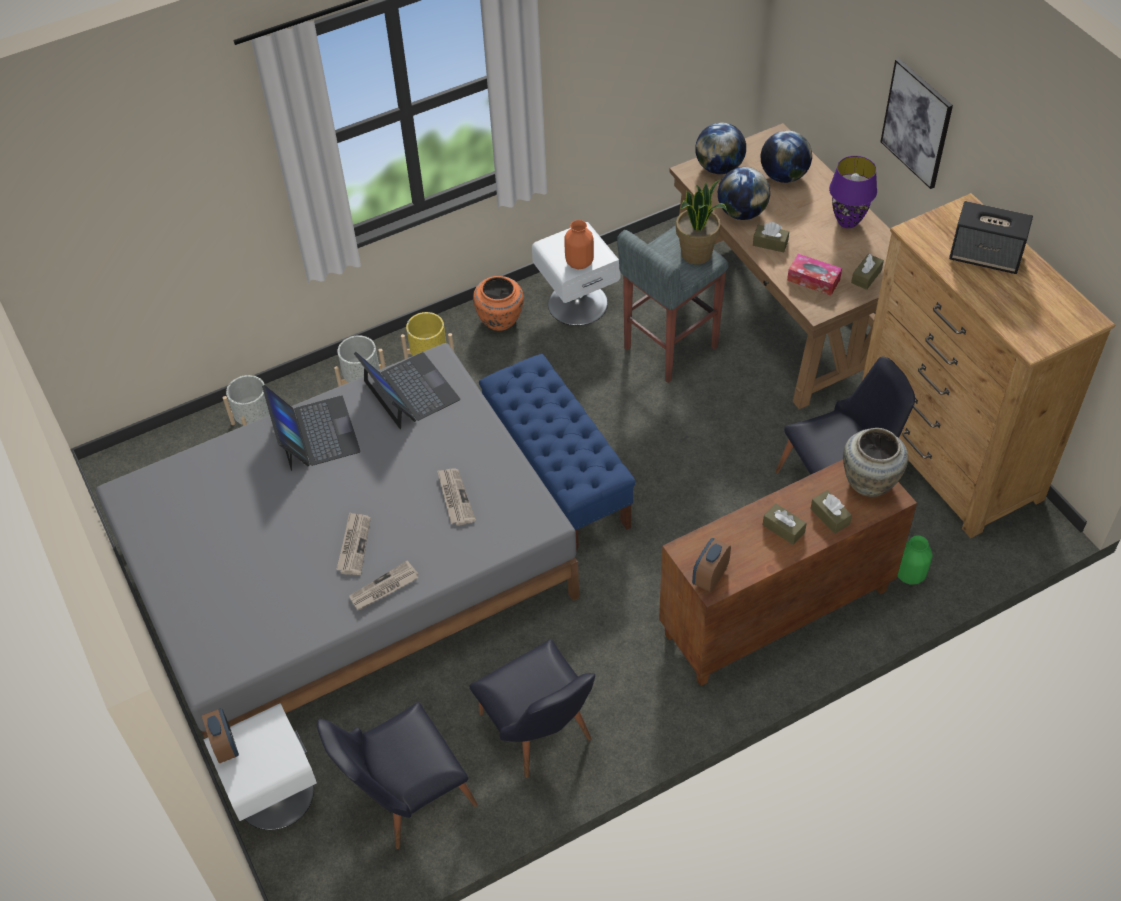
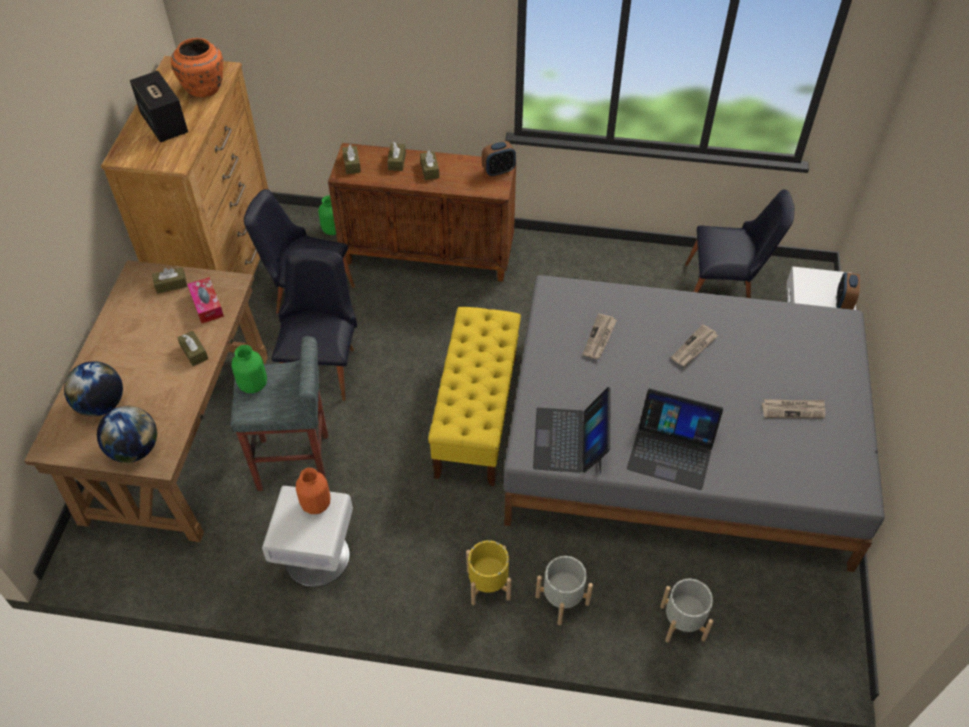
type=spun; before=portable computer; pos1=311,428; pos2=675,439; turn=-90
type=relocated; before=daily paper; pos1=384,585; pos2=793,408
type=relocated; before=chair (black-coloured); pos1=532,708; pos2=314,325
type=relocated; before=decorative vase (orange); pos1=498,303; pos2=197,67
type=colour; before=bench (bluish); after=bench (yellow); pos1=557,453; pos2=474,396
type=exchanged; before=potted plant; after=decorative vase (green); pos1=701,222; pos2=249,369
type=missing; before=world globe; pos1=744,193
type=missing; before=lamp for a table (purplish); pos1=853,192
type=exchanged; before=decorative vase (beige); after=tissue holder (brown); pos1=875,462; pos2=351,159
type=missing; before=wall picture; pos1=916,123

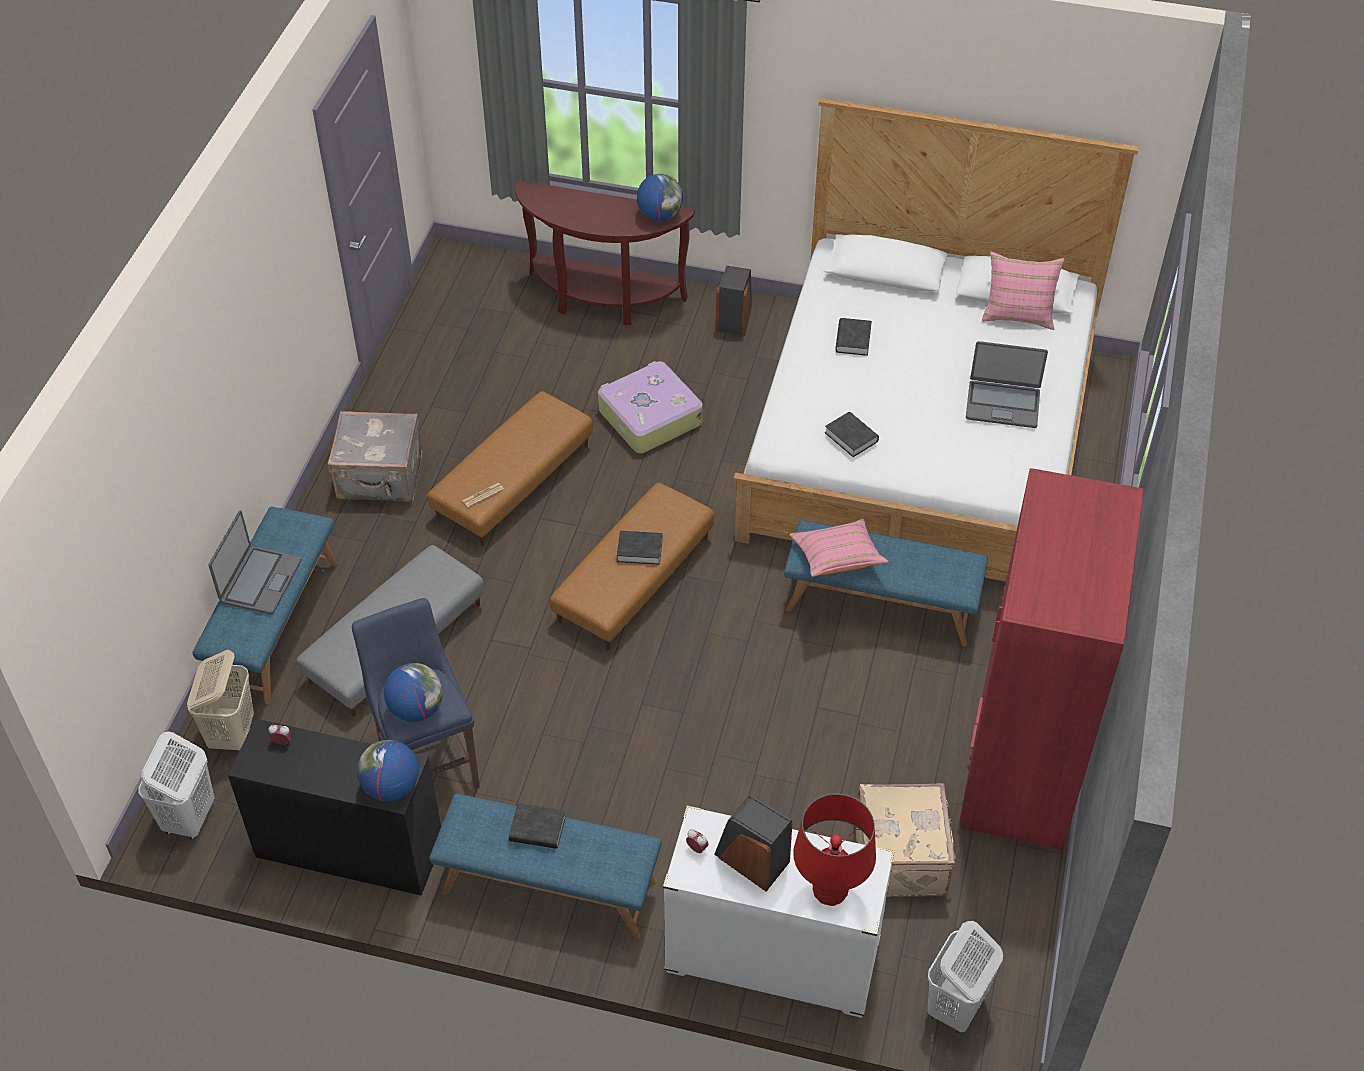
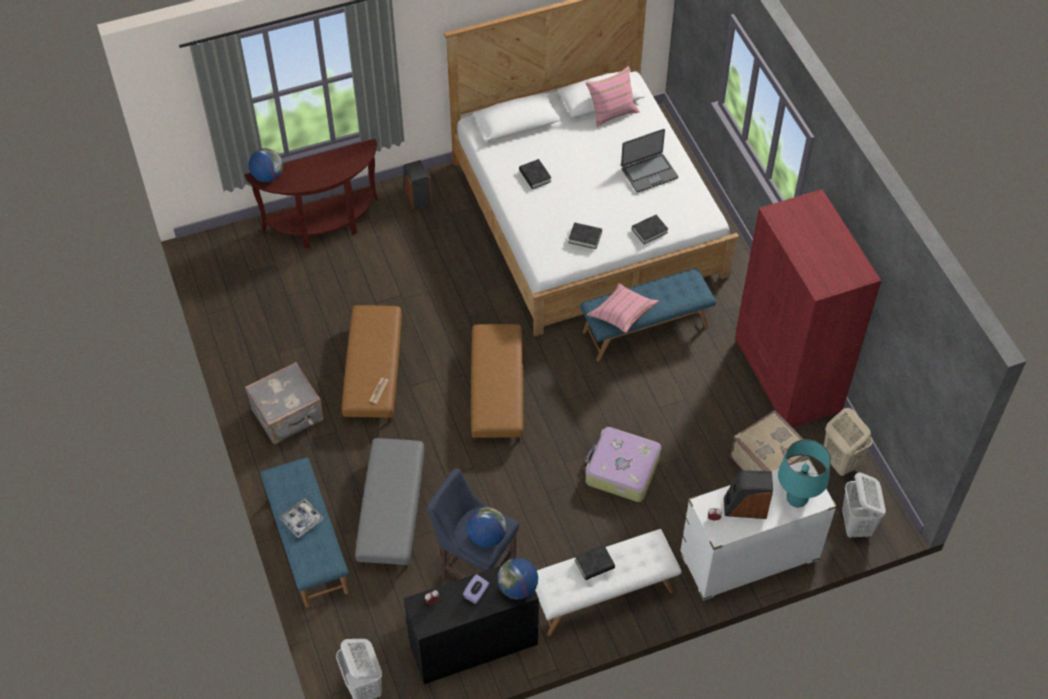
type=relocated; before=hamper (beige); pos1=220,700; pos2=848,442
type=exchanged; before=portable computer; after=serving tray; pos1=255,562; pos2=301,518
type=colour; before=bench (bluish); after=bench (white); pos1=545,866; pos2=608,582
type=relocated; before=piece of luggage; pos1=650,407; pos2=623,464
type=relocated; before=bound book (black-coloured); pos1=640,548; pos2=650,229
type=relocated; before=world globe; pos1=660,197; pos2=266,165
type=colour; before=lamp for a table (red); after=lamp for a table (blue-green); pos1=834,850; pos2=804,473
type=appeared; after=tissue holder (purplish); pos2=476,589

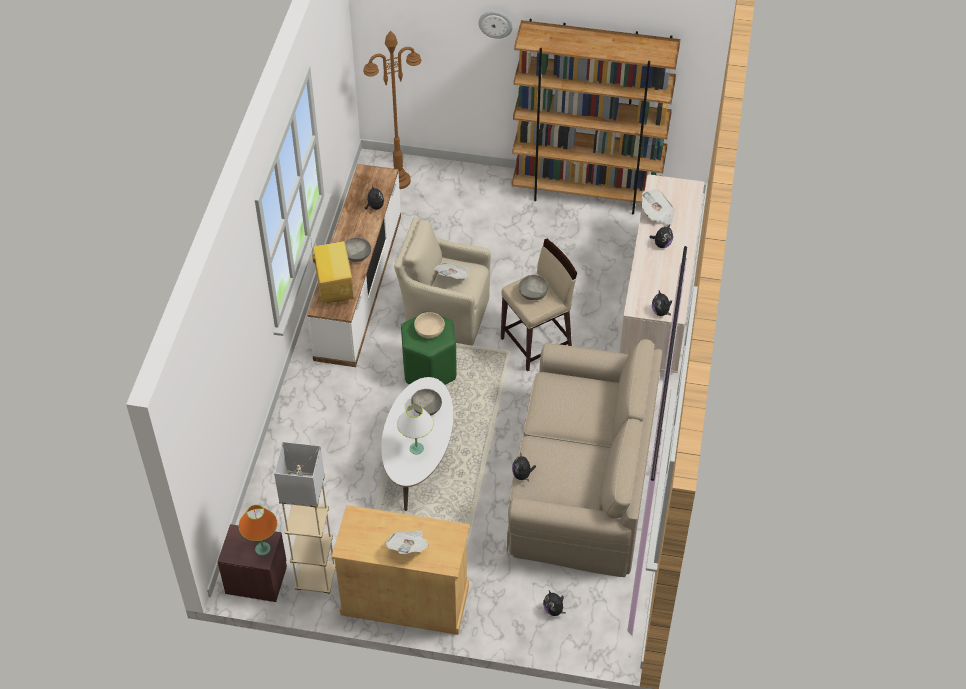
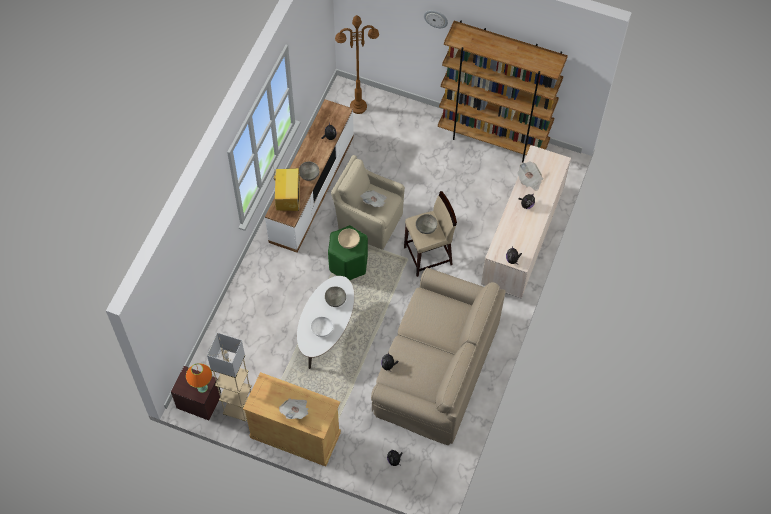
type=exchanged; before=lamp for a table (white); after=bowl (white); pos1=415,429; pos2=321,327

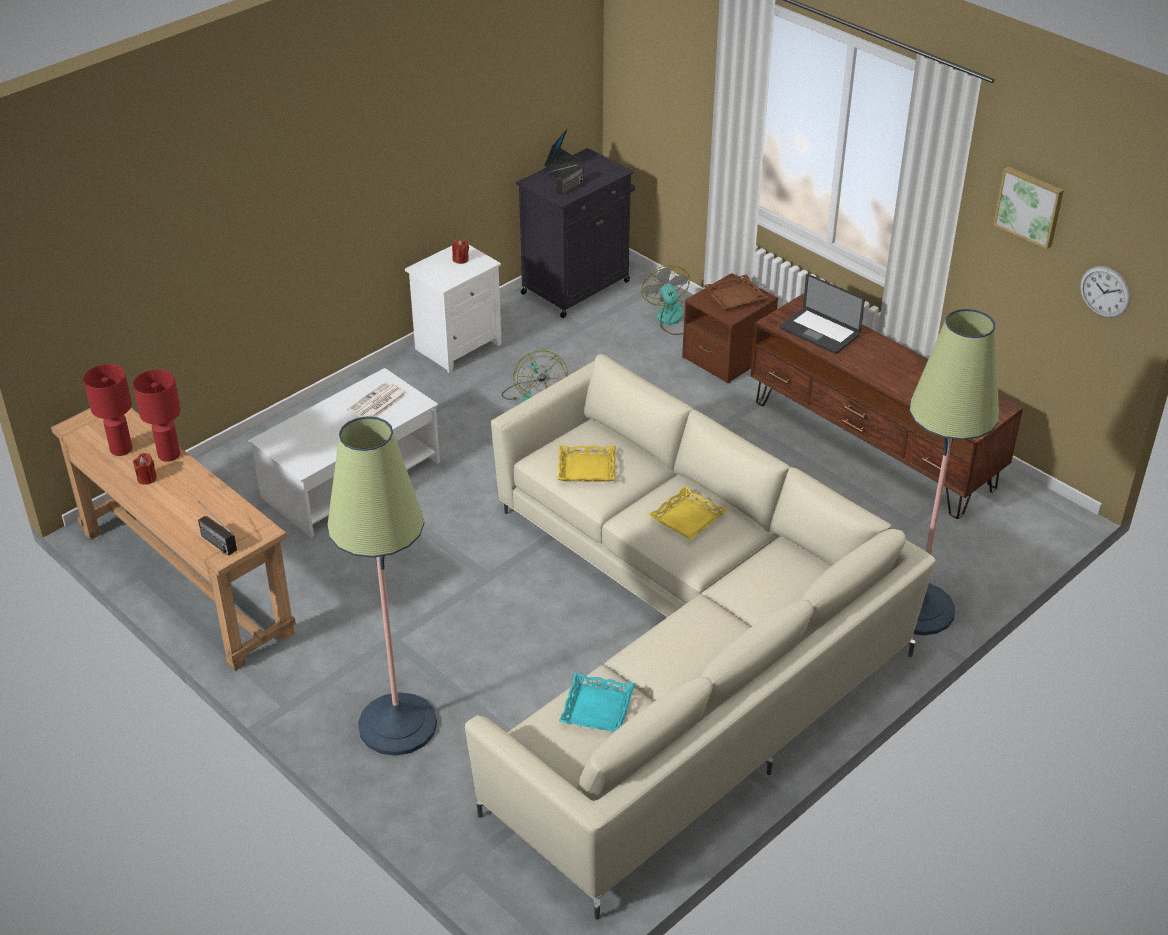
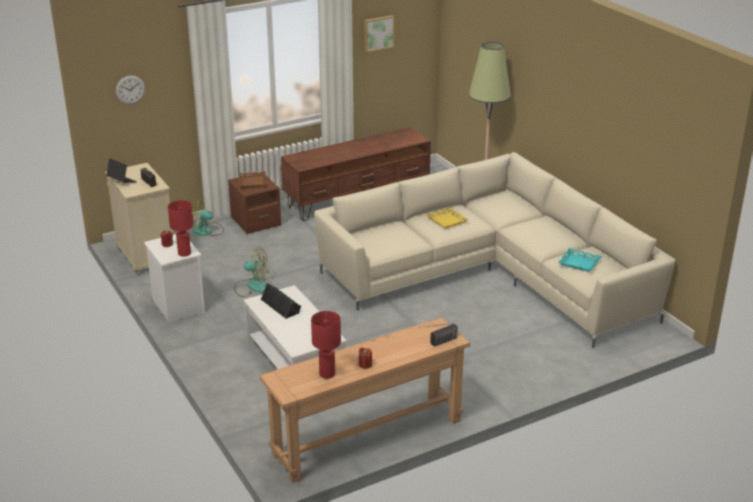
type=relocated; before=lamp for a table (red); pos1=157,415; pos2=181,228
type=missing; before=standing lamp; pos1=382,586
type=exchanged; before=daily paper; after=audio speaker (black-coloured); pos1=377,399; pos2=281,301
type=colour; before=cabinet (black-coloured); after=cabinet (beige); pos1=575,233; pos2=139,219
type=missing; before=serving tray (yellow); pos1=586,463
type=missing; before=portable computer; pos1=822,314
type=relocated; before=hanging clock; pos1=1105,292; pos2=130,89

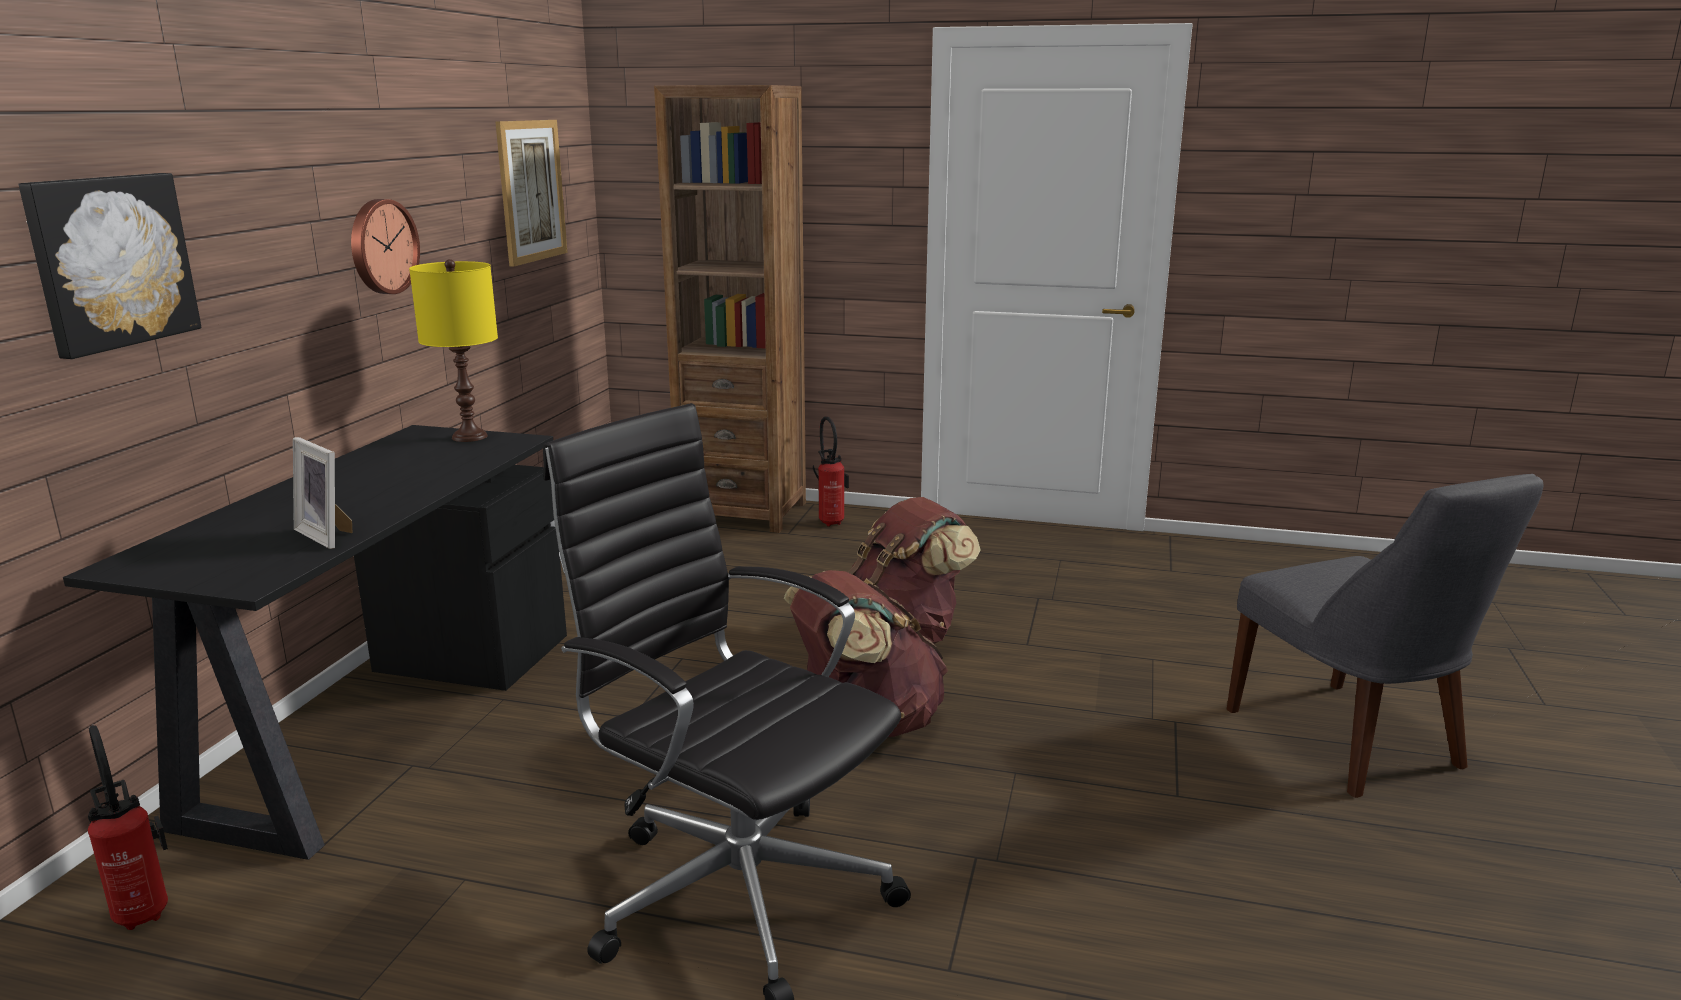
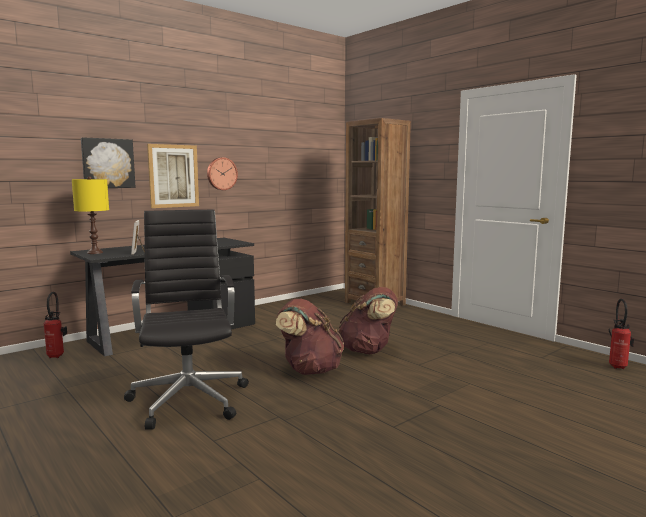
type=relocated; before=lamp for a table (yellow); pos1=453,350; pos2=90,215
type=relocated; before=wall picture; pos1=531,193; pos2=173,176
type=relocated; before=extinguisher; pos1=831,471; pos2=621,333
type=missing; before=chair (greyish); pos1=1385,636

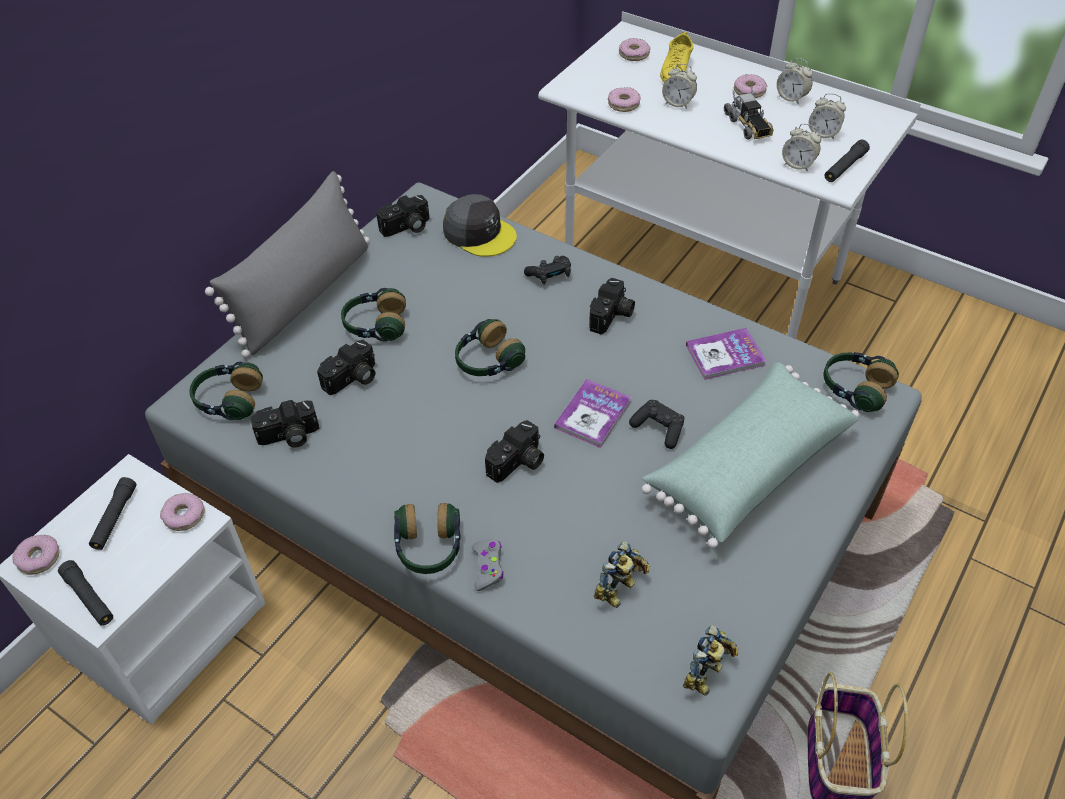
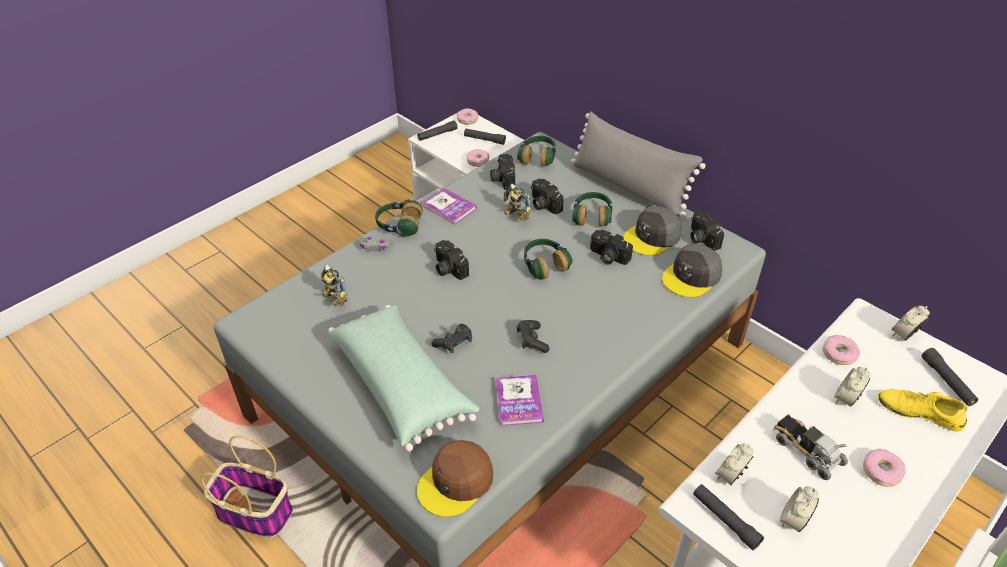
type=relocated; before=joypad (black-coloured); pos1=547,270; pos2=533,336
type=relocated; before=bound book; pos1=592,413; pos2=449,206
type=relocated; before=photo camera; pos1=612,306; pos2=611,247
type=exchanged; before=donut; after=flashlight (black-coloured); pos1=634,49; pos2=950,377
type=relocated; before=toy robot; pos1=710,660; pos2=518,203
type=spun; before=model truck; pos1=749,112; pos2=811,447; turn=60
type=relocated; before=alarm clock; pos1=795,81; pos2=911,323
type=exchanged; before=headphones; after=peaked cap (brown); pos1=861,382; pos2=455,478
type=appeared; after=peaked cap (greyish); pos2=653,230

